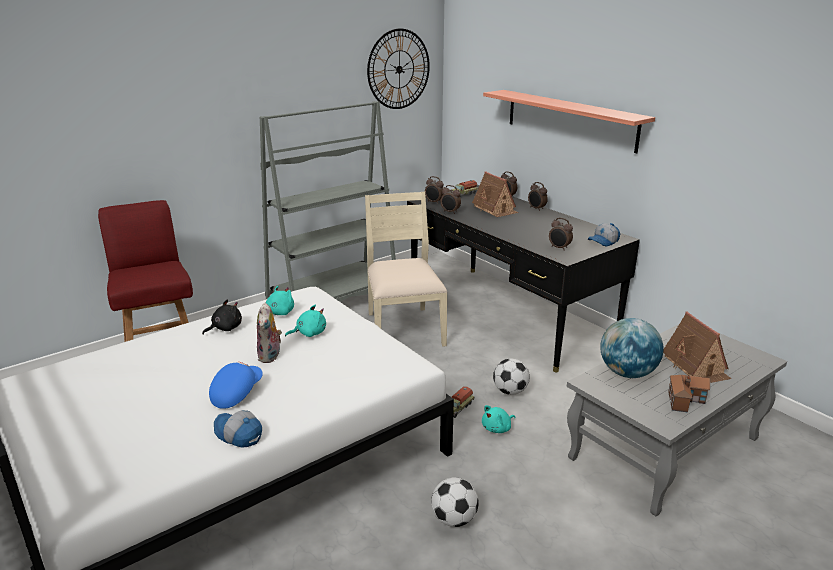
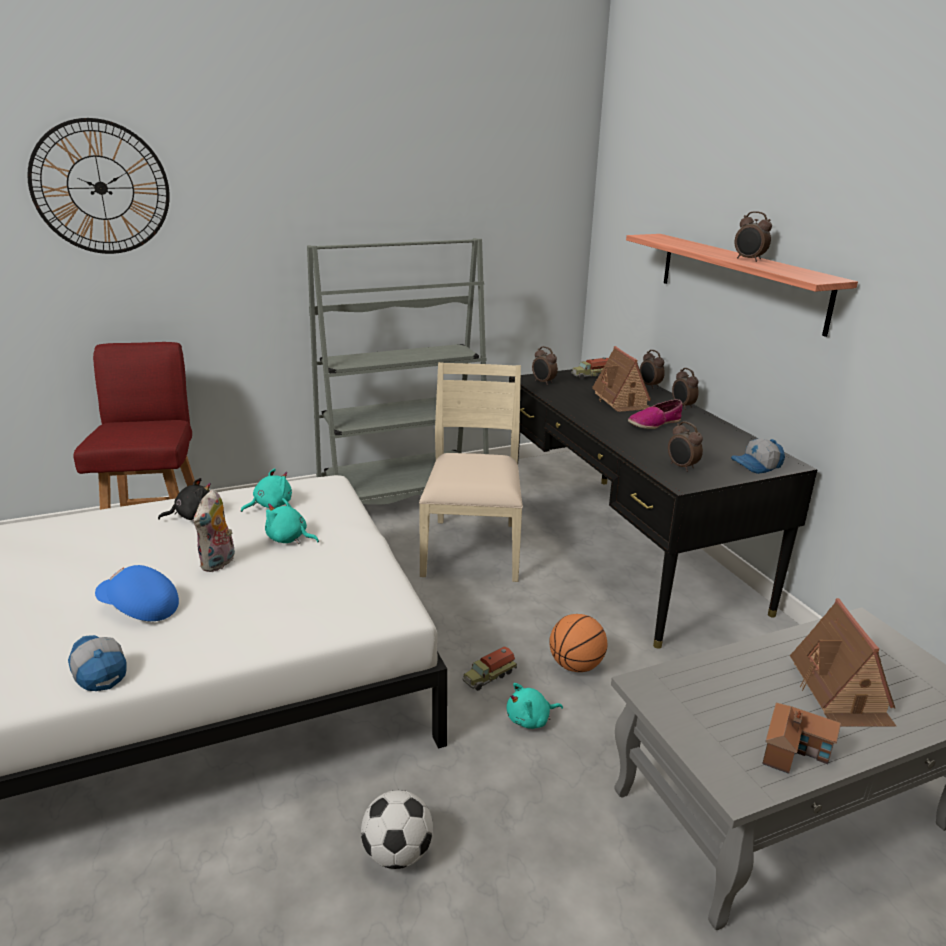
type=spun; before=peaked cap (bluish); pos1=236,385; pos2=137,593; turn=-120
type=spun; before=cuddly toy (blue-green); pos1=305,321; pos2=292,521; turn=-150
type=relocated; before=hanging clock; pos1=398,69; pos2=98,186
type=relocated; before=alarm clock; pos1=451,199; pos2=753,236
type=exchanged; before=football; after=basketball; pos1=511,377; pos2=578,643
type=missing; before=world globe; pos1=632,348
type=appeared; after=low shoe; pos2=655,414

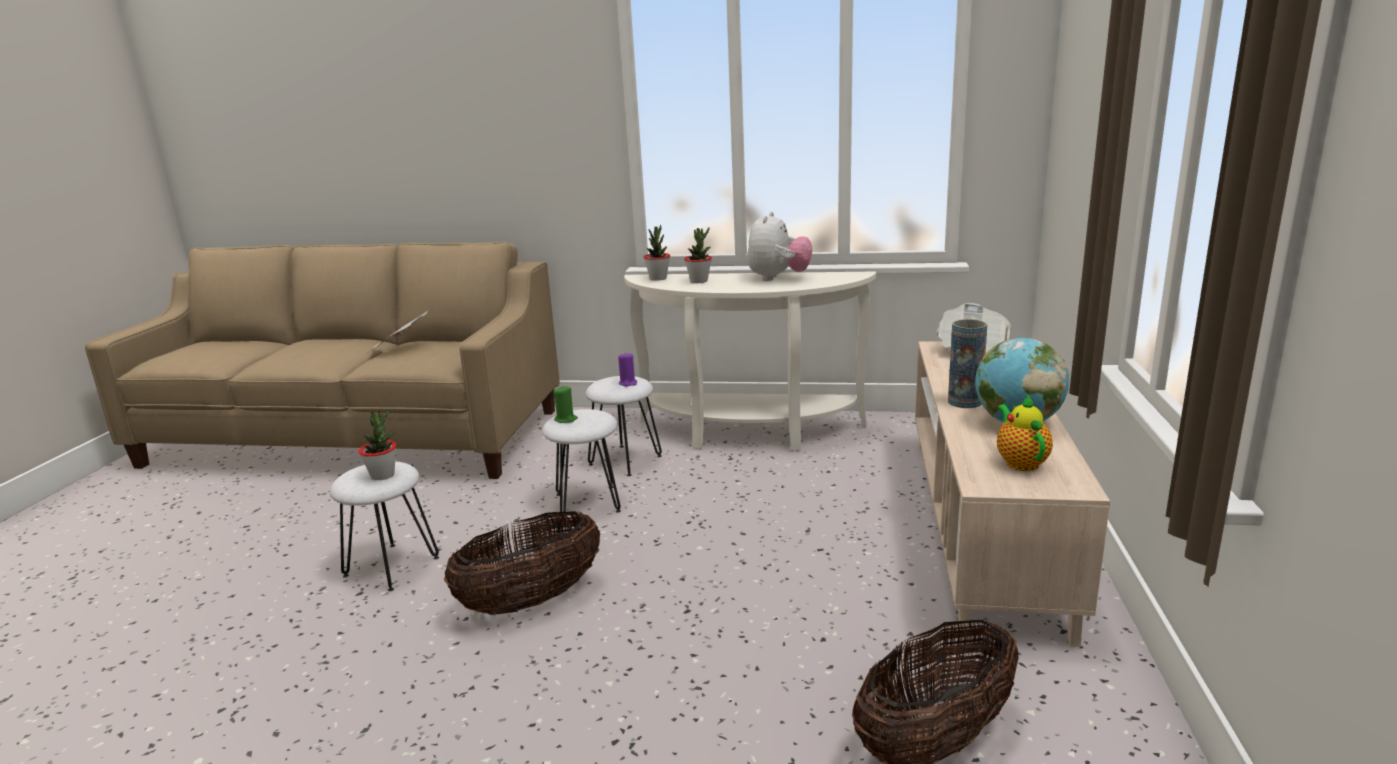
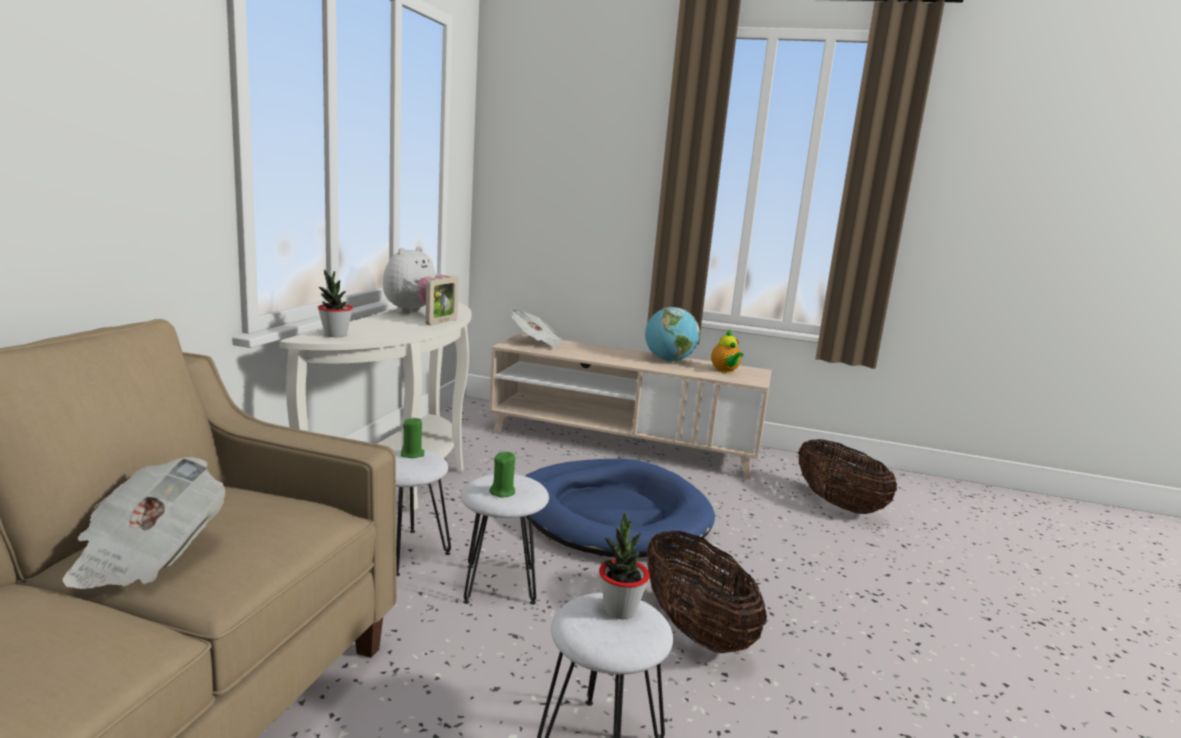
type=colour; before=wax light (purplish); after=wax light (green); pos1=627,369; pos2=412,437
type=missing; before=potted plant; pos1=698,255
type=spun; before=cuddly toy; pos1=779,246; pos2=415,280; turn=90
type=missing; before=decorative vase; pos1=967,363
type=spun; before=teapot; pos1=1025,433; pos2=727,351; turn=-105
type=appeared; after=standing frame; pos2=442,301
type=appeared; after=dog bed (bluish); pos2=620,508

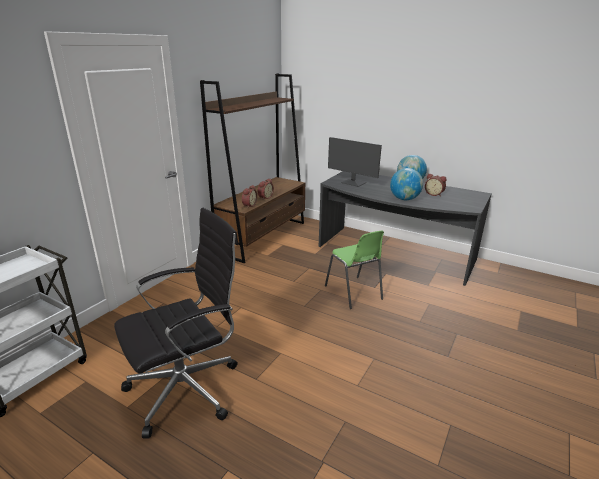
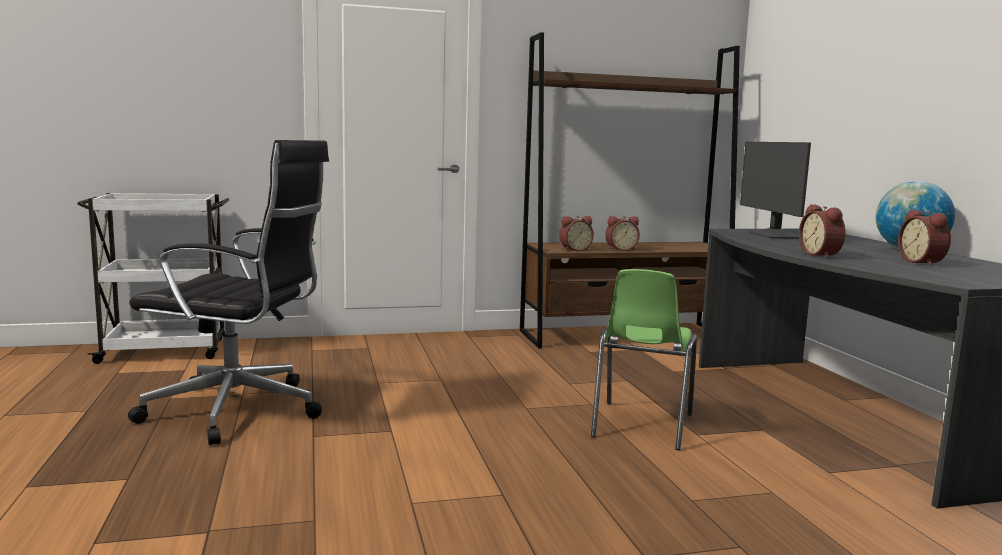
type=exchanged; before=world globe; after=alarm clock; pos1=406,184; pos2=822,231

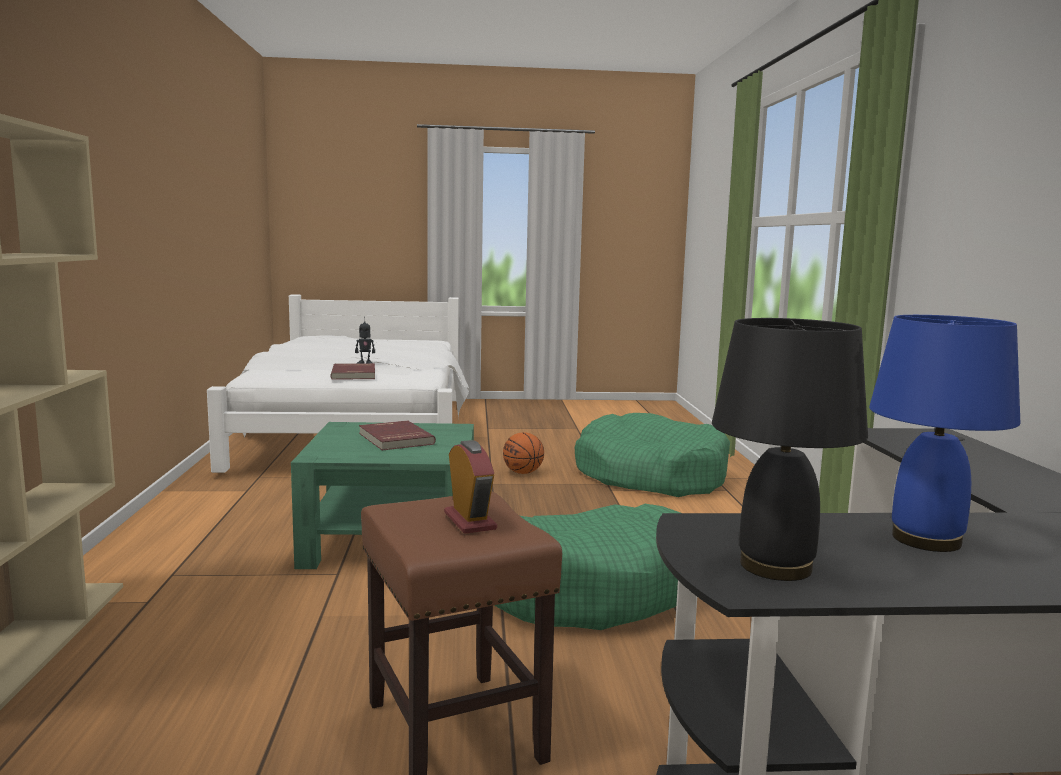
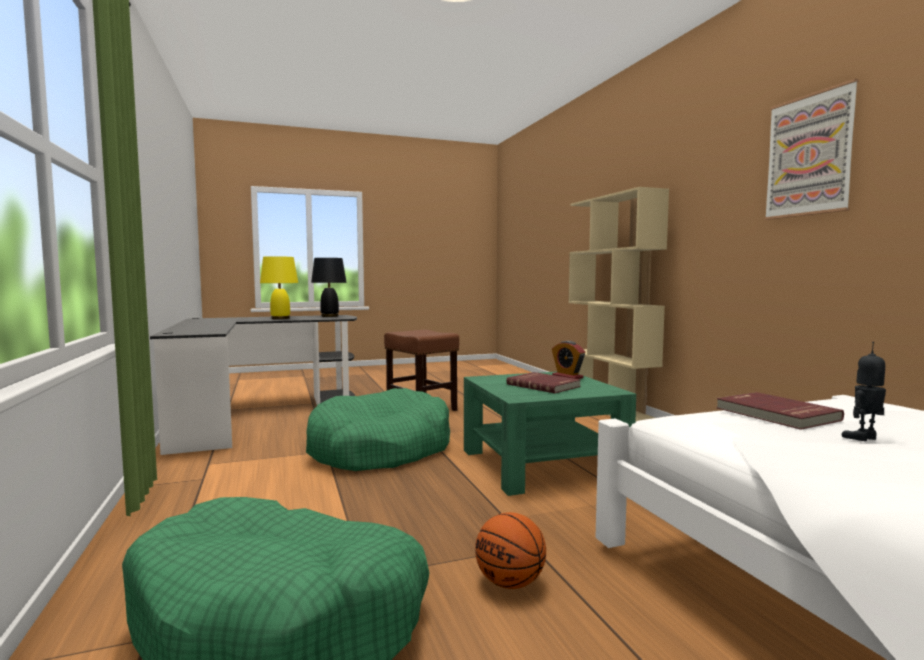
type=relocated; before=alarm clock; pos1=470,487; pos2=568,360
type=colour; before=lamp for a table (bluish); after=lamp for a table (yellow); pos1=944,433; pos2=279,288
type=appeared; after=wall picture; pos2=811,149

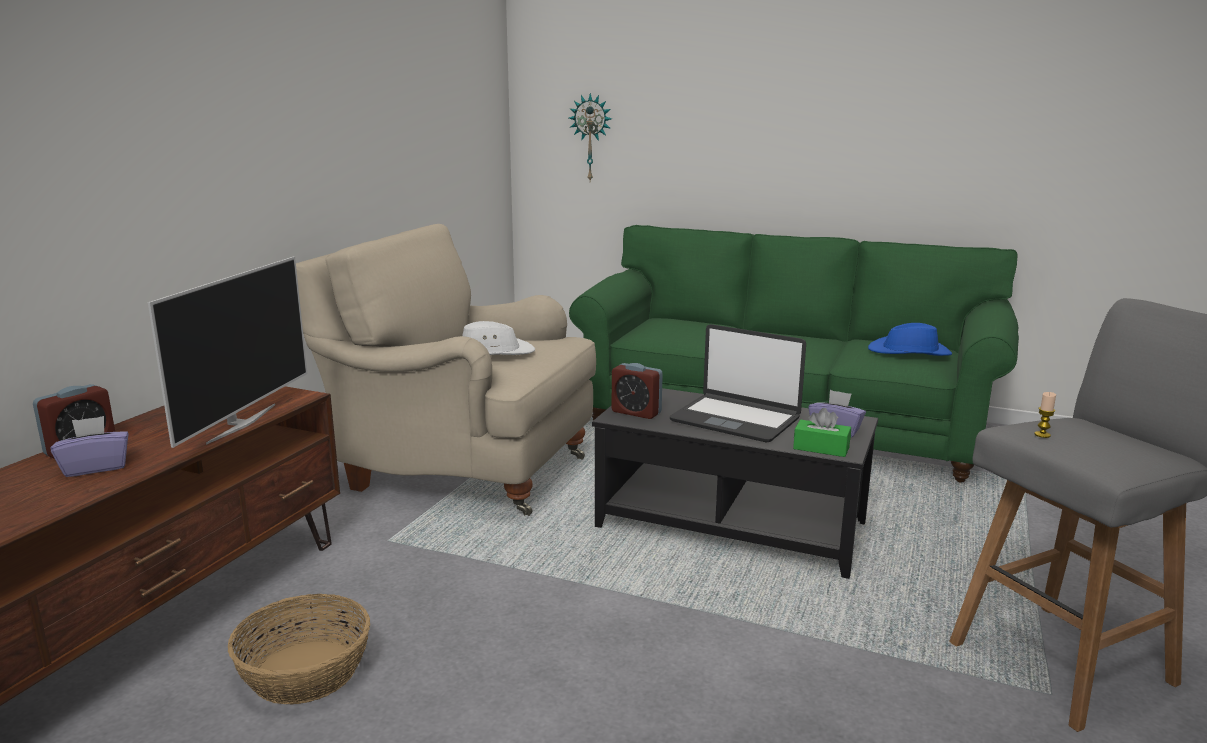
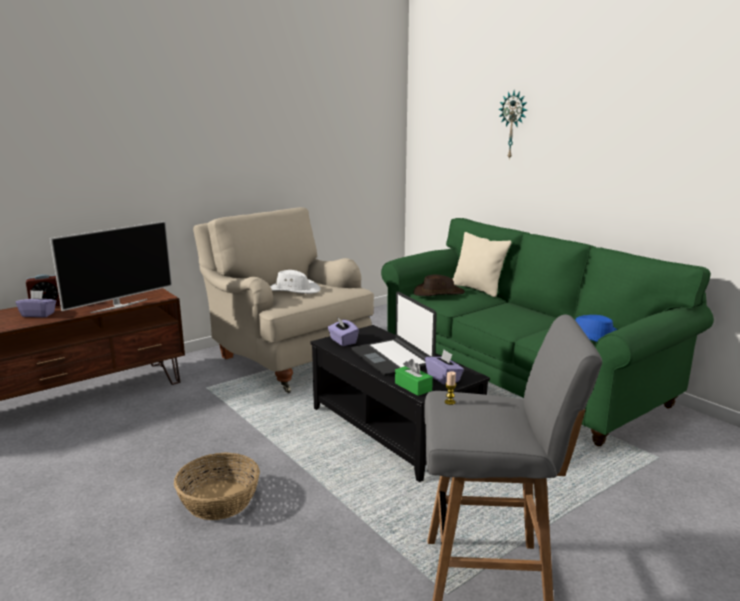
type=relocated; before=storage basket; pos1=299,649; pos2=217,486
type=relocated; before=hanging clock; pos1=590,137; pos2=512,125
type=exchanged; before=alarm clock; after=tissue holder (purplish); pos1=637,391; pos2=343,331
type=appeared; after=clothing hat (brown); pos2=439,285
type=appeared; after=cushion (beige); pos2=482,264

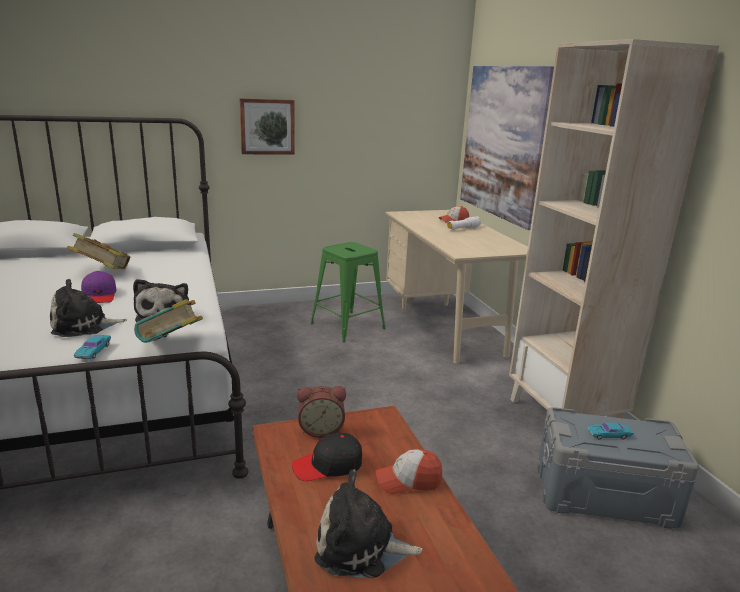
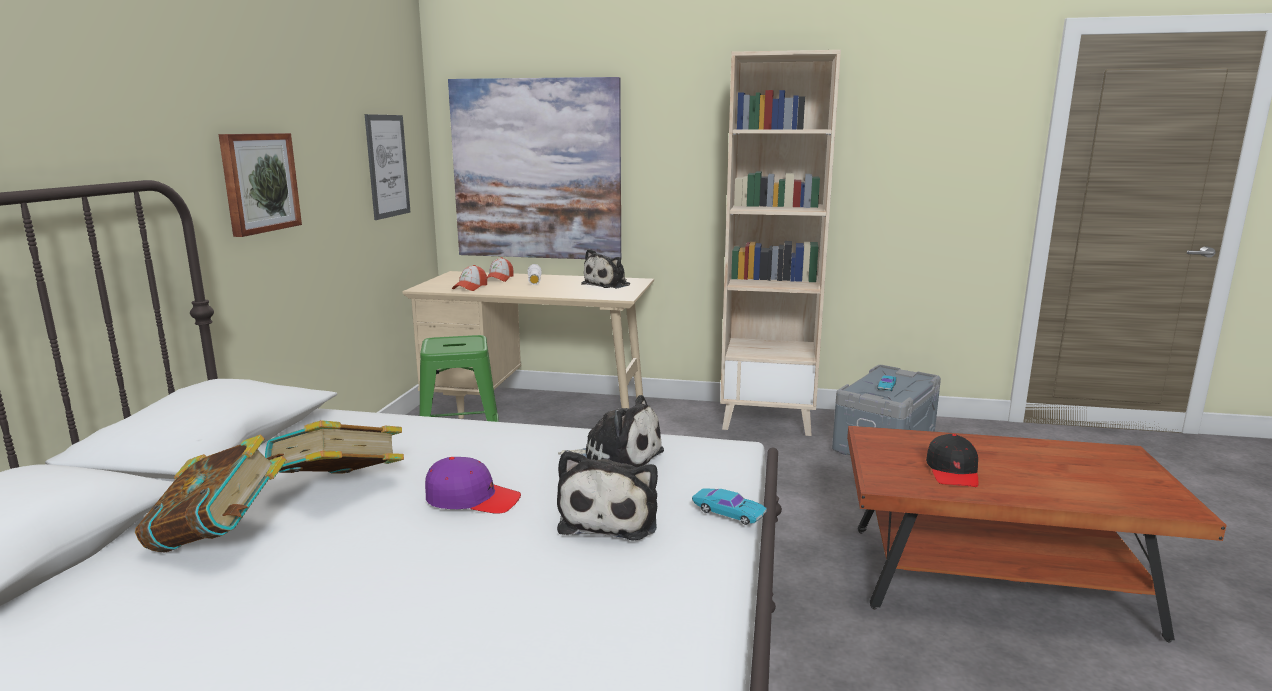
type=relocated; before=bound book; pos1=168,321; pos2=210,493
type=missing; before=alarm clock; pos1=321,412
type=relocated; before=cuddly toy; pos1=368,523; pos2=605,269
type=relocated; before=peaked cap; pos1=408,471; pos2=469,278
type=appeared; after=wall picture; pos2=387,167

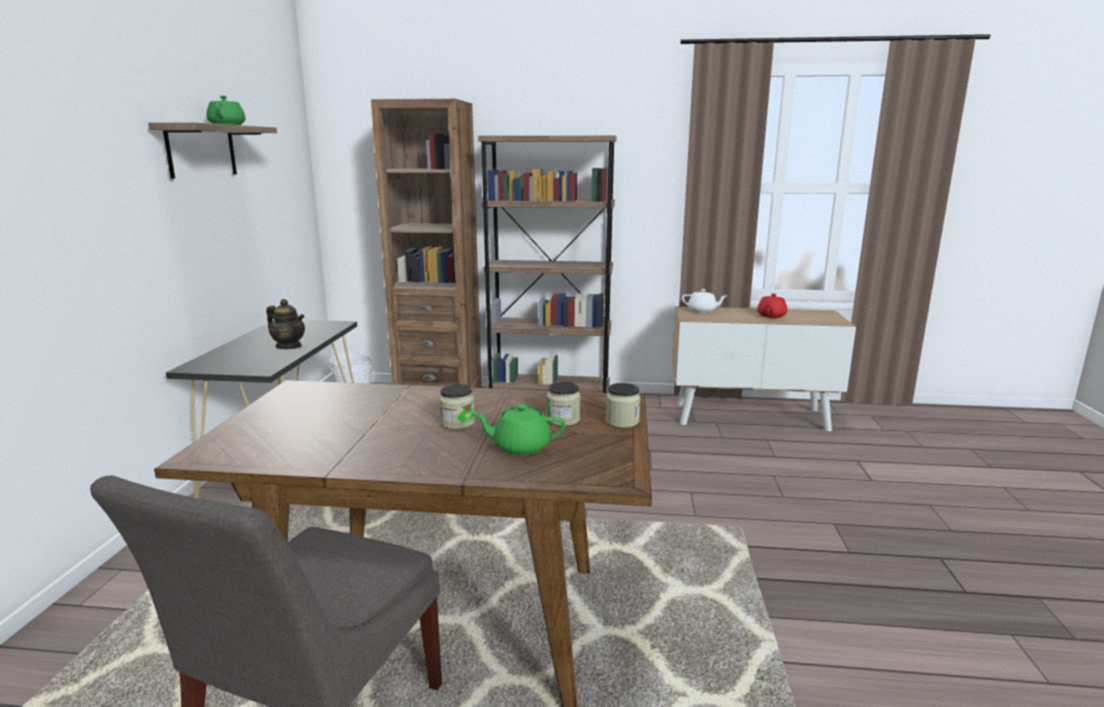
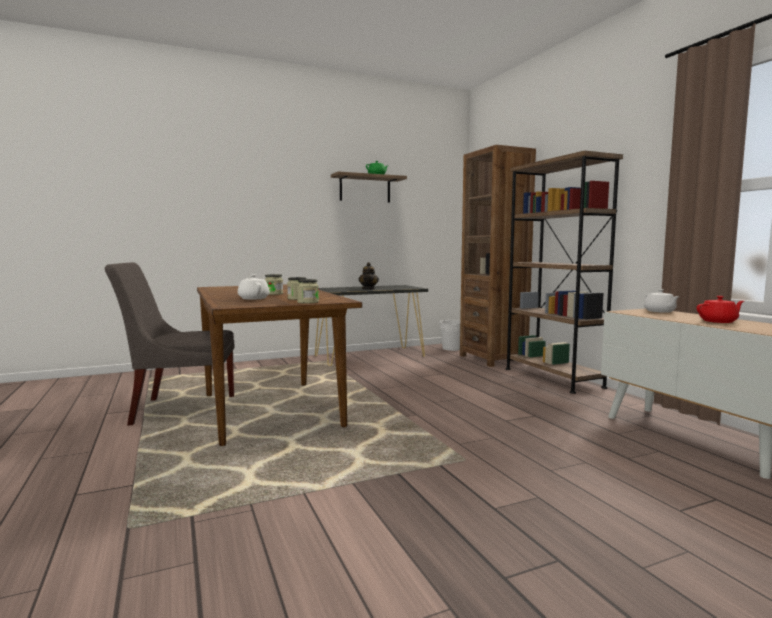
type=colour; before=teapot (green); after=teapot (white); pos1=519,429; pos2=254,287

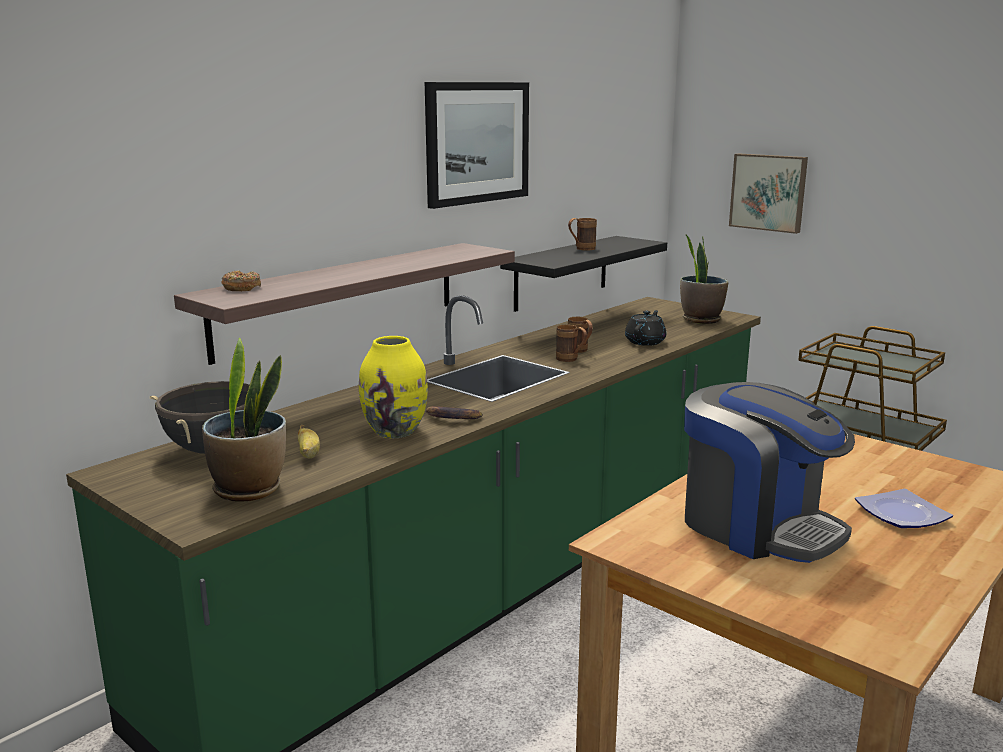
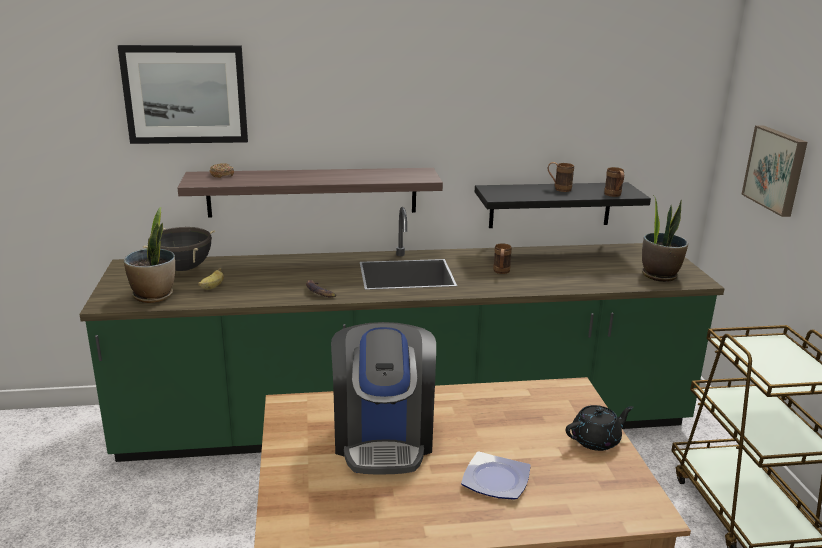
type=missing; before=decorative vase (yellow); pos1=393,387
type=relocated; before=wall picture; pos1=477,145; pos2=183,94
type=relocated; before=mug (brown); pos1=571,343; pos2=614,182
type=relocated; before=teapot (black-coloured); pos1=645,328; pos2=600,428

